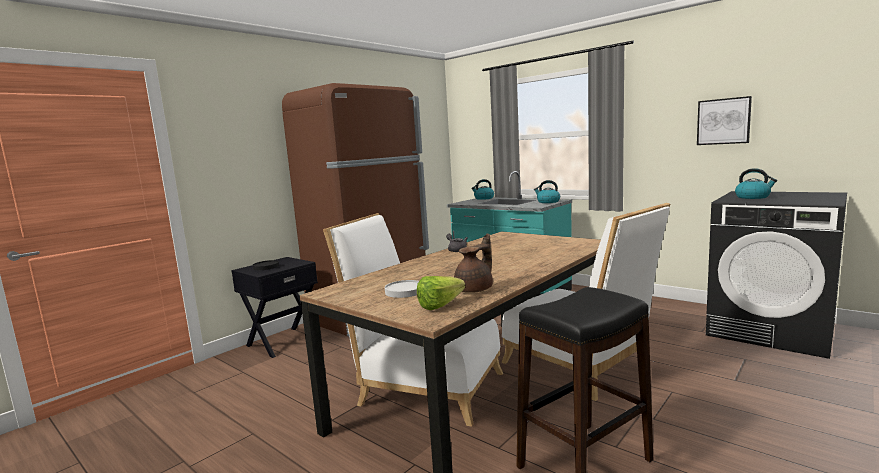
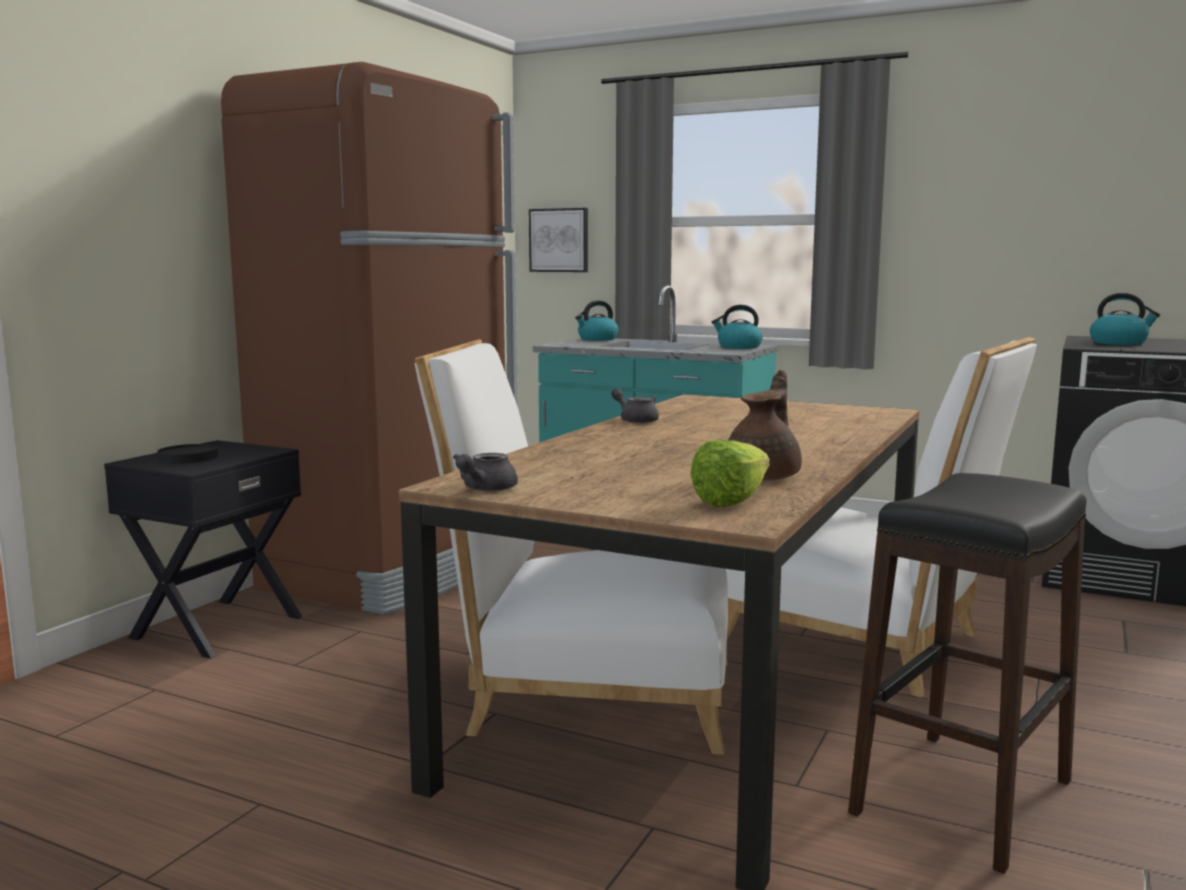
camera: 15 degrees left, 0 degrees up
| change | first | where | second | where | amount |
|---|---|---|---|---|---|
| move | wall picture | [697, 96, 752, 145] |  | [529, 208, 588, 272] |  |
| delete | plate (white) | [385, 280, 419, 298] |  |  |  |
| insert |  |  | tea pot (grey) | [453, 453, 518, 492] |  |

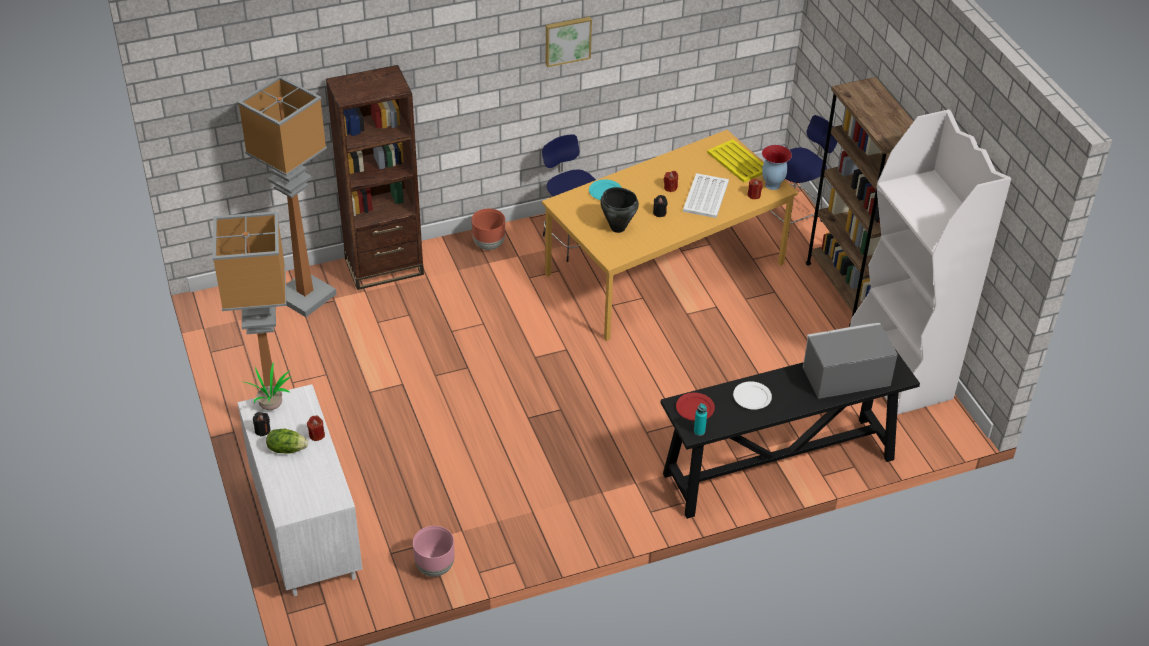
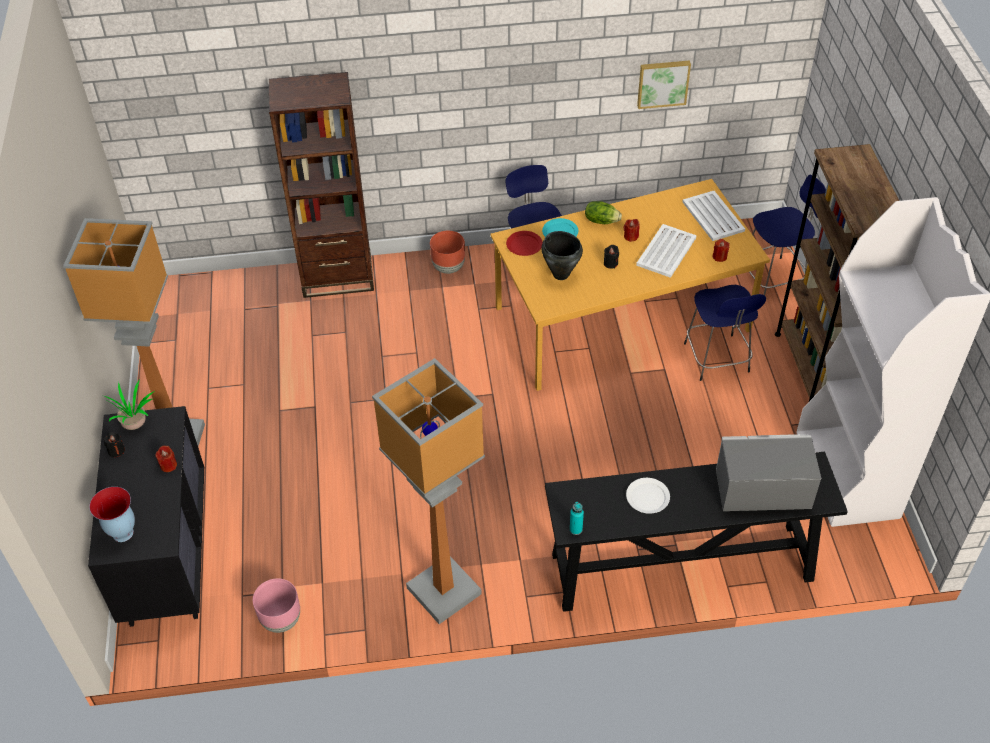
camera: 15 degrees right, 5 degrees up
| change | first | where | second | where | amount |
|---|---|---|---|---|---|
| move | wall picture | [546, 17, 592, 67] |  | [637, 60, 691, 109] |  |
| move | standard lamp | [238, 76, 336, 317] |  | [372, 358, 485, 624] |  |
| recolor | carrying tray (yellowish) | [707, 139, 764, 183] | carrying tray (white) | [683, 191, 745, 241] |  |
| move | decorative vase | [762, 145, 792, 190] |  | [89, 487, 135, 542] |  |
| recolor | drawer chest (white) | [237, 384, 363, 596] | drawer chest (black-coloured) | [88, 406, 204, 627] |  |
| move | plate (red) | [676, 392, 715, 421] |  | [506, 231, 543, 256] |  |
| move | head of lettuce | [266, 429, 308, 454] |  | [585, 201, 622, 224] |  |
| insert |  |  | sitting stool (blue-coloured) | [684, 285, 766, 381] |  |

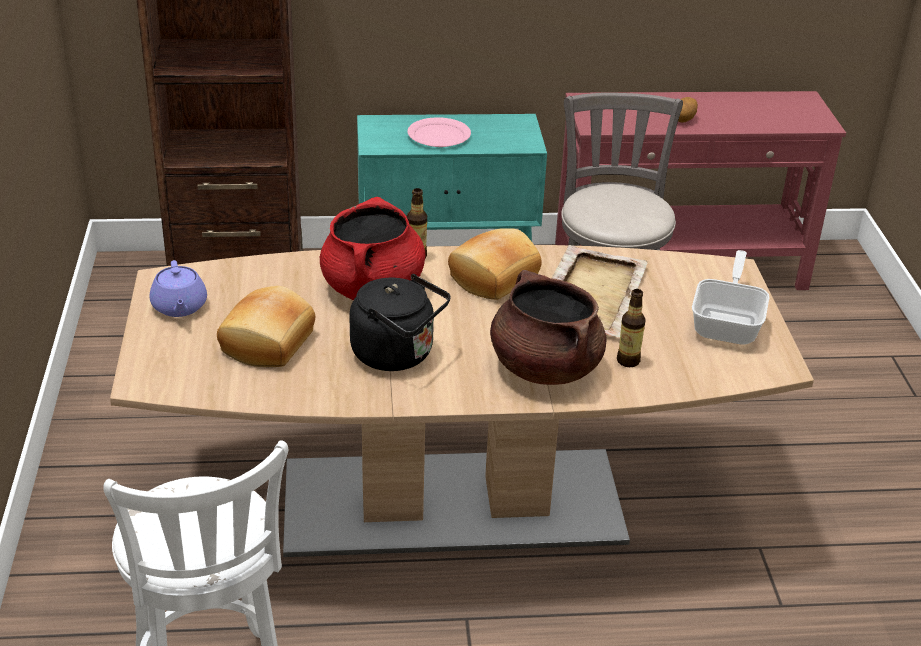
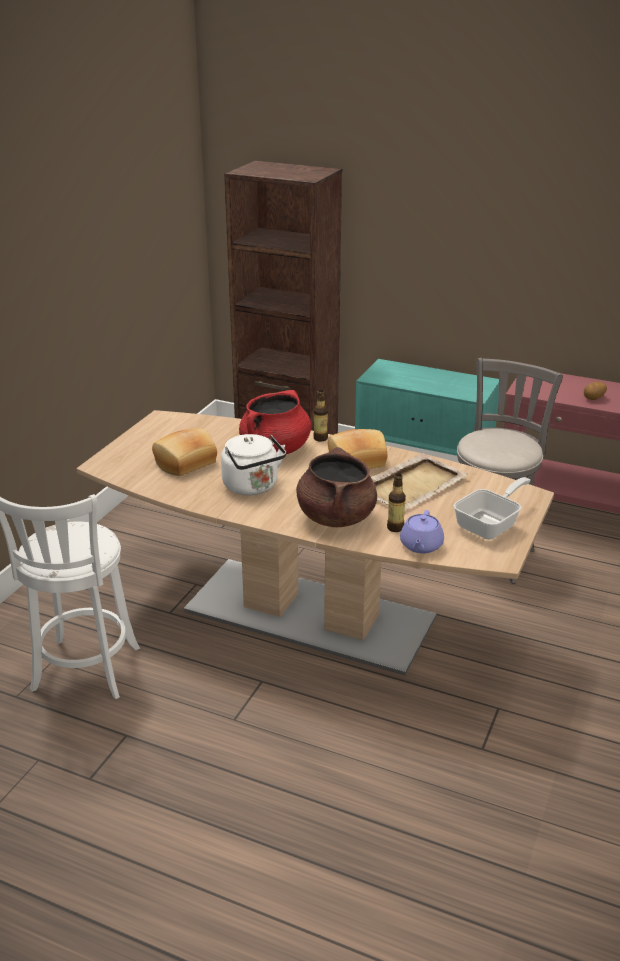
camera: 30 degrees right, 5 degrees down
| change | first | where | second | where | amount |
|---|---|---|---|---|---|
| delete | plate (pinkish) | [407, 117, 471, 147] |  |  |  |
| move | tea pot (purple) | [150, 260, 207, 317] |  | [400, 510, 444, 553] |  |
| recolor | water kettle (black-coloured) | [349, 274, 450, 371] | water kettle (white) | [221, 434, 286, 495] |  |

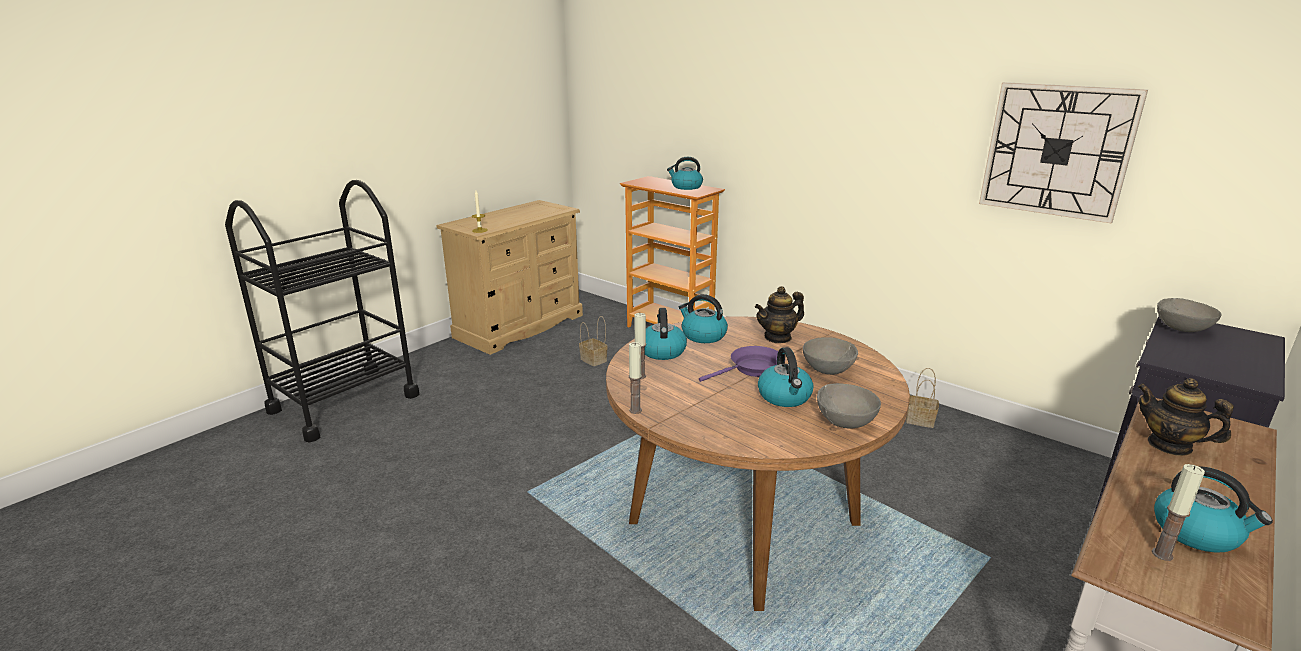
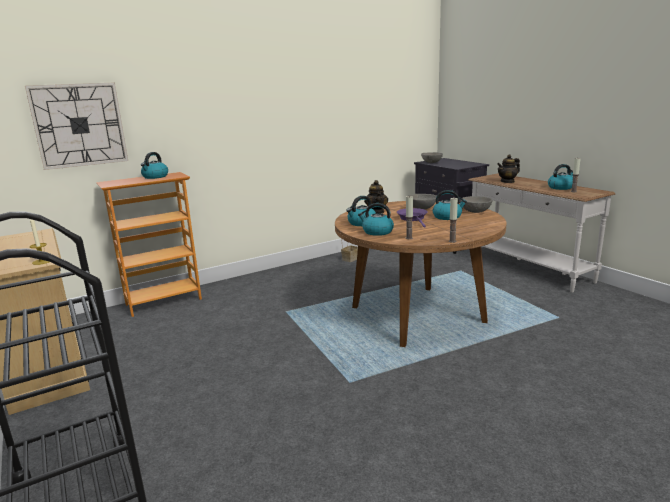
camera: 70 degrees left, 5 degrees down
| change | first | where | second | where | amount |
|---|---|---|---|---|---|
| move | wall clock | [979, 82, 1148, 224] |  | [25, 82, 128, 170] |  |
| delete | household basket | [579, 316, 608, 366] |  |  |  |

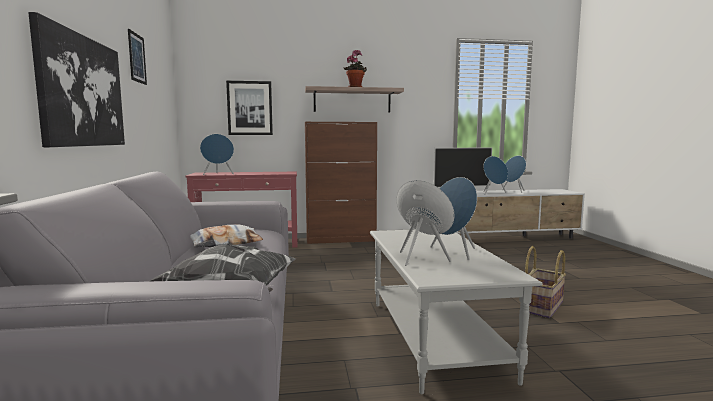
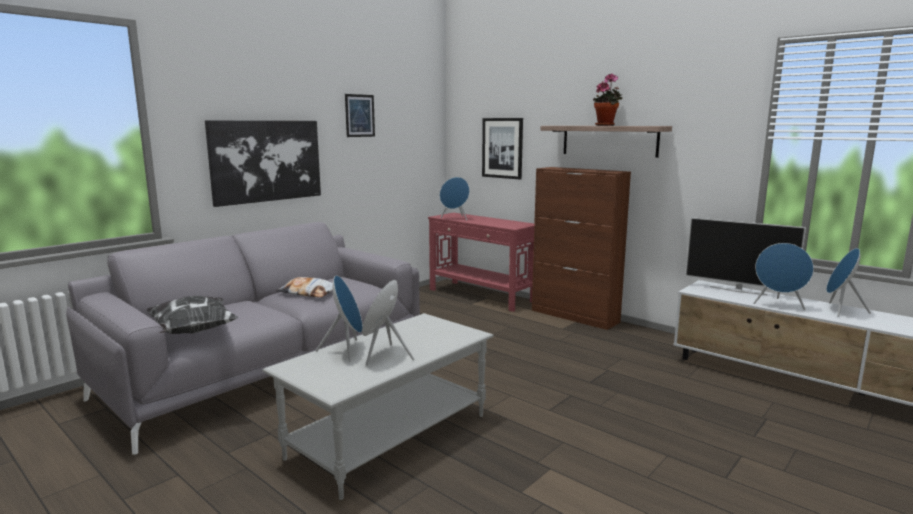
camera: 50 degrees right, 5 degrees up
| change | first | where | second | where | amount |
|---|---|---|---|---|---|
| delete | household basket | [525, 246, 566, 318] |  |  |  |

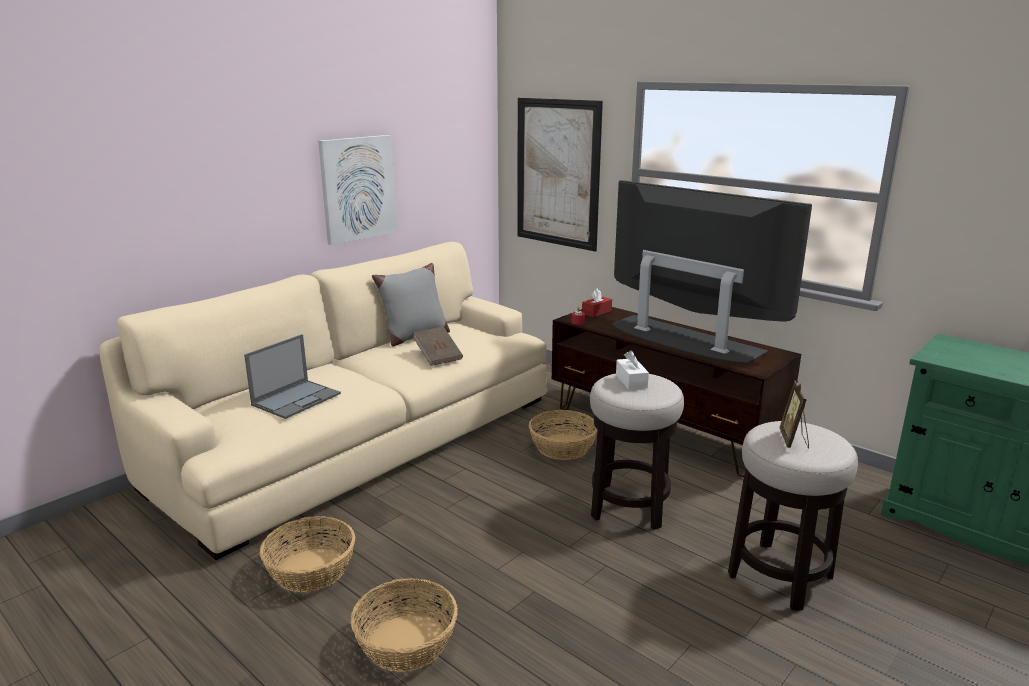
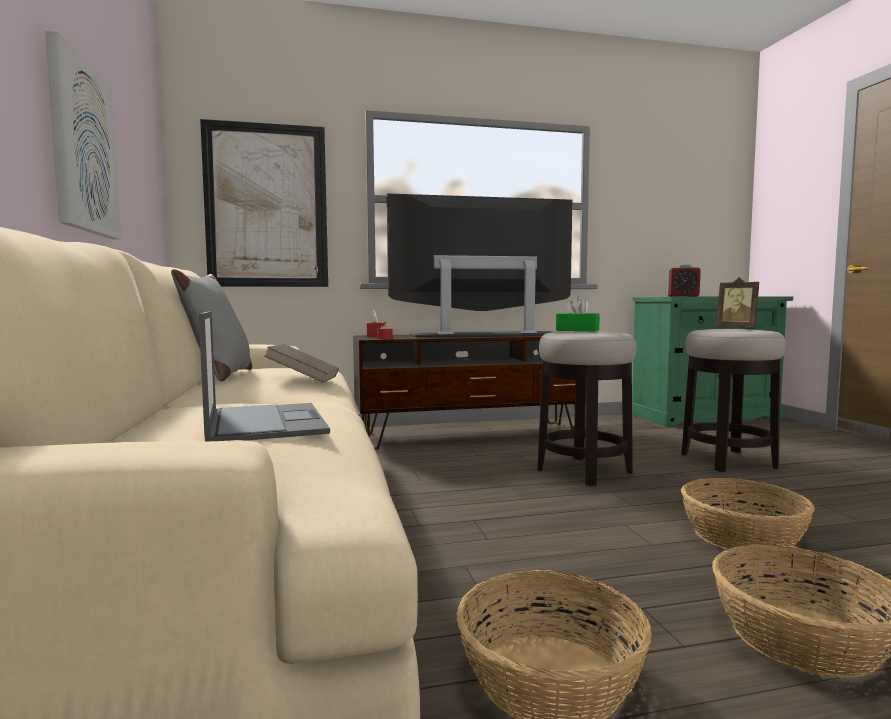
camera: 55 degrees left, 15 degrees down
| change | first | where | second | where | amount |
|---|---|---|---|---|---|
| recolor | tissue box (white) | [616, 351, 649, 390] | tissue box (greenish) | [556, 297, 600, 331] |  |
| move | household basket | [529, 410, 598, 460] |  | [681, 478, 815, 555] |  |
| insert |  |  | table clock | [667, 264, 701, 297] |  |

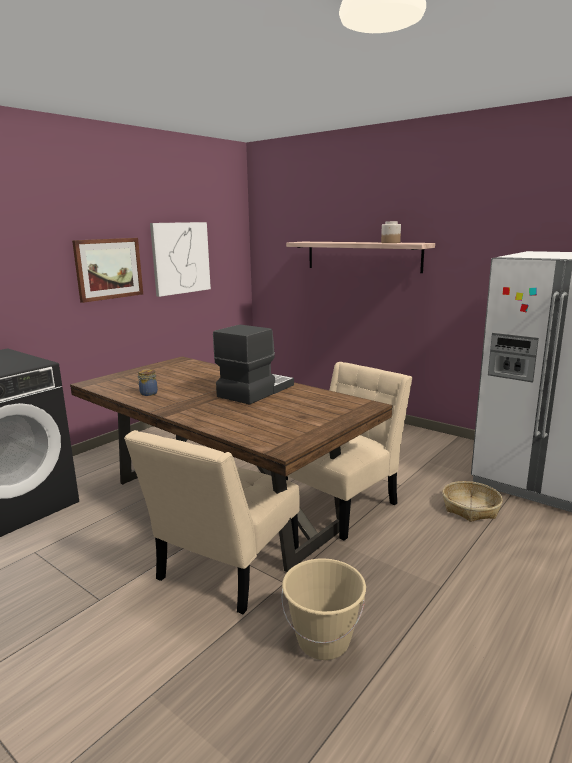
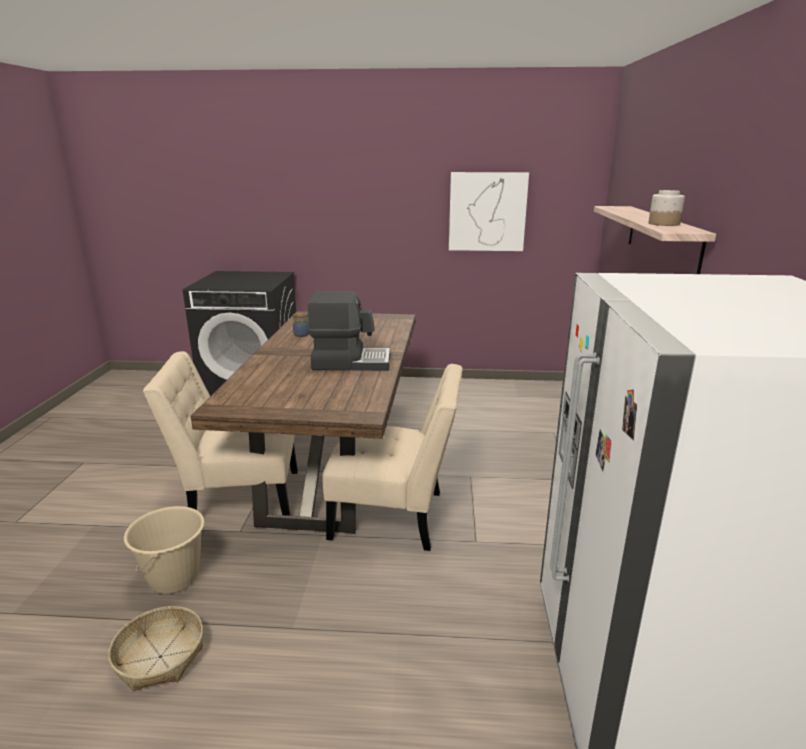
camera: 55 degrees right, 5 degrees up
| change | first | where | second | where | amount |
|---|---|---|---|---|---|
| delete | wall picture | [72, 238, 143, 303] |  |  |  |
| move | household basket | [443, 481, 503, 522] |  | [108, 606, 203, 691] |  |

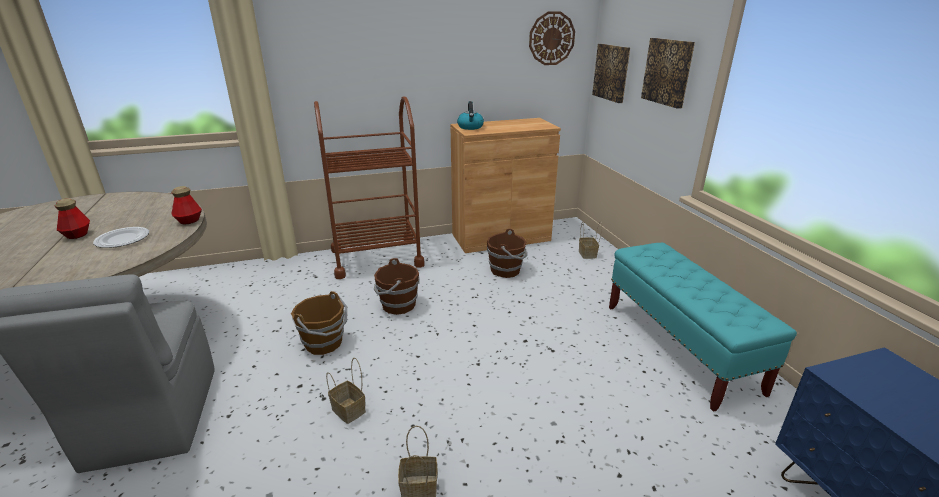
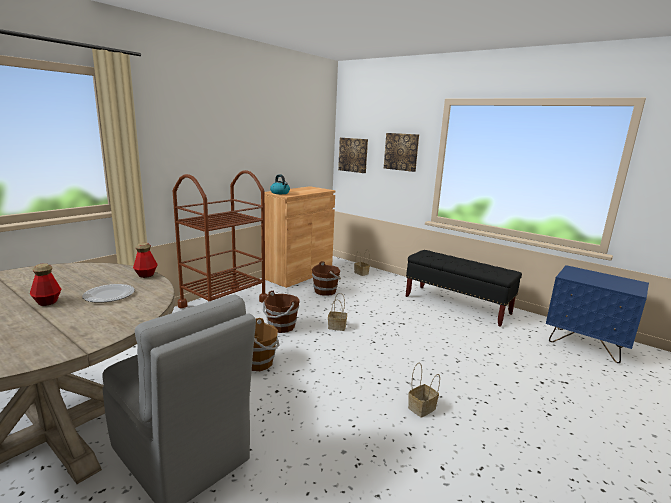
camera: 35 degrees left, 10 degrees down
| change | first | where | second | where | amount |
|---|---|---|---|---|---|
| delete | wall clock | [529, 11, 575, 65] |  |  |  |
| recolor | bench (turquoise) | [609, 243, 797, 412] | bench (black-coloured) | [406, 250, 522, 327] |  |
| move | household basket | [326, 358, 366, 424] |  | [328, 293, 347, 331] |  |

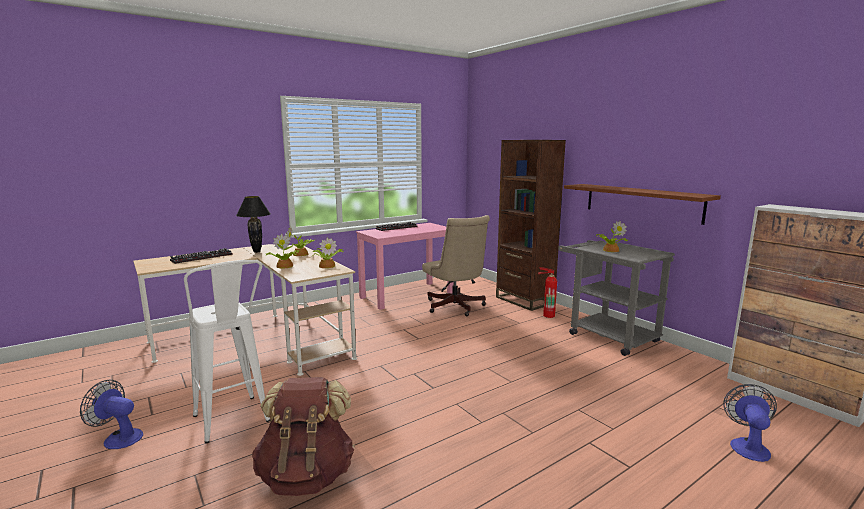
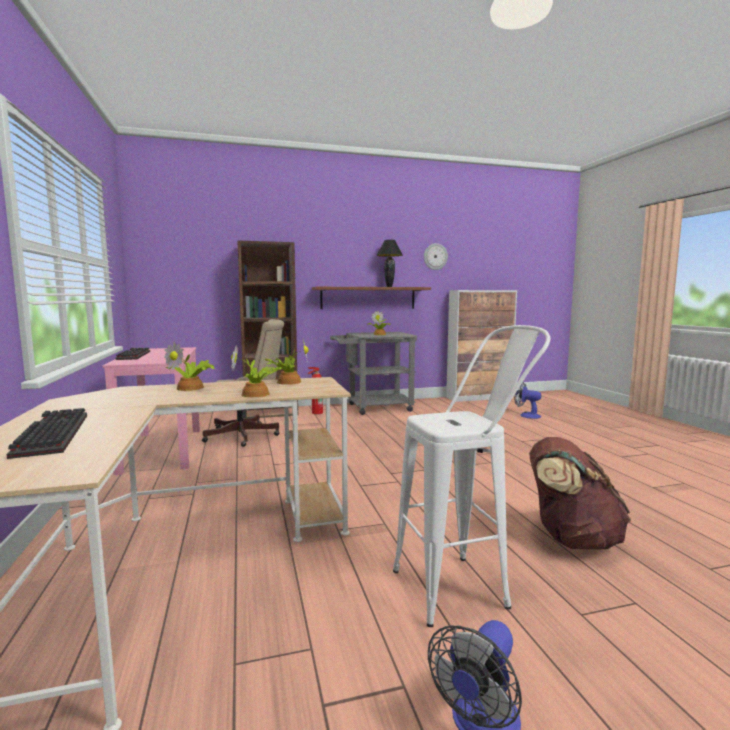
camera: 70 degrees left, 5 degrees down
| change | first | where | second | where | amount |
|---|---|---|---|---|---|
| move | tabletop lamp (black-coloured) | [236, 196, 271, 253] |  | [377, 240, 403, 287] |  |
| insert |  |  | wall clock | [424, 243, 448, 270] |  |

